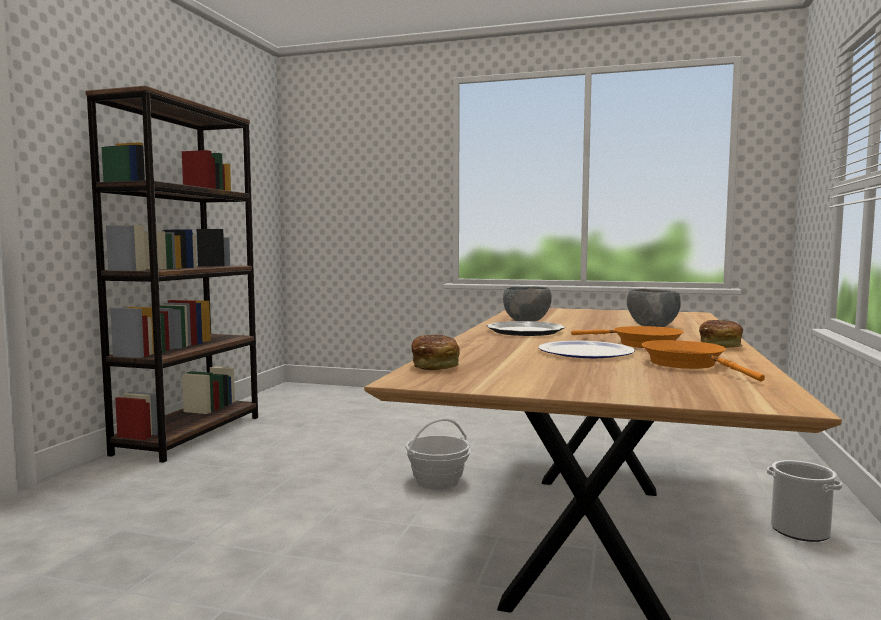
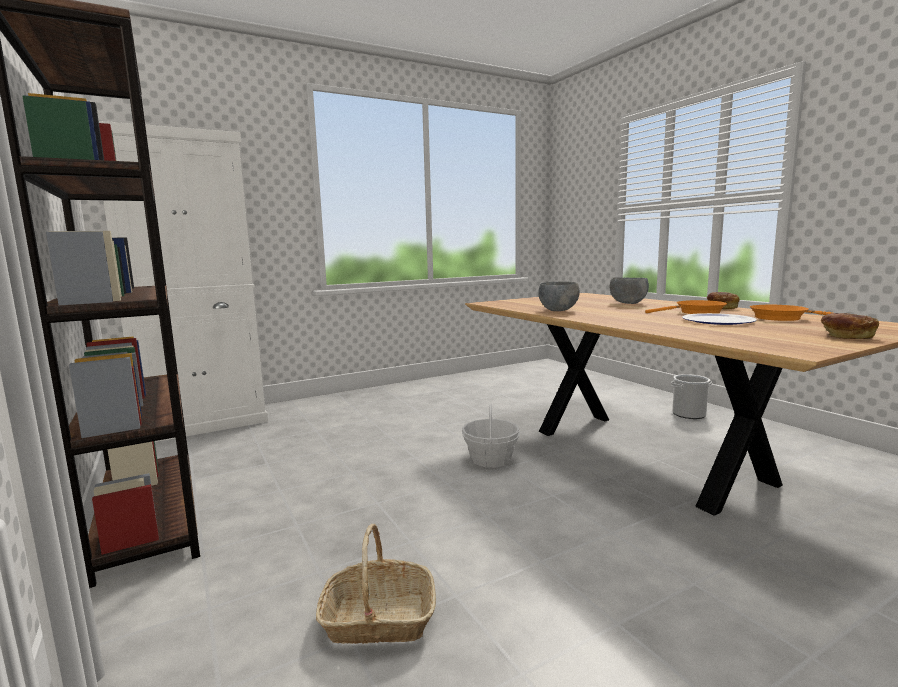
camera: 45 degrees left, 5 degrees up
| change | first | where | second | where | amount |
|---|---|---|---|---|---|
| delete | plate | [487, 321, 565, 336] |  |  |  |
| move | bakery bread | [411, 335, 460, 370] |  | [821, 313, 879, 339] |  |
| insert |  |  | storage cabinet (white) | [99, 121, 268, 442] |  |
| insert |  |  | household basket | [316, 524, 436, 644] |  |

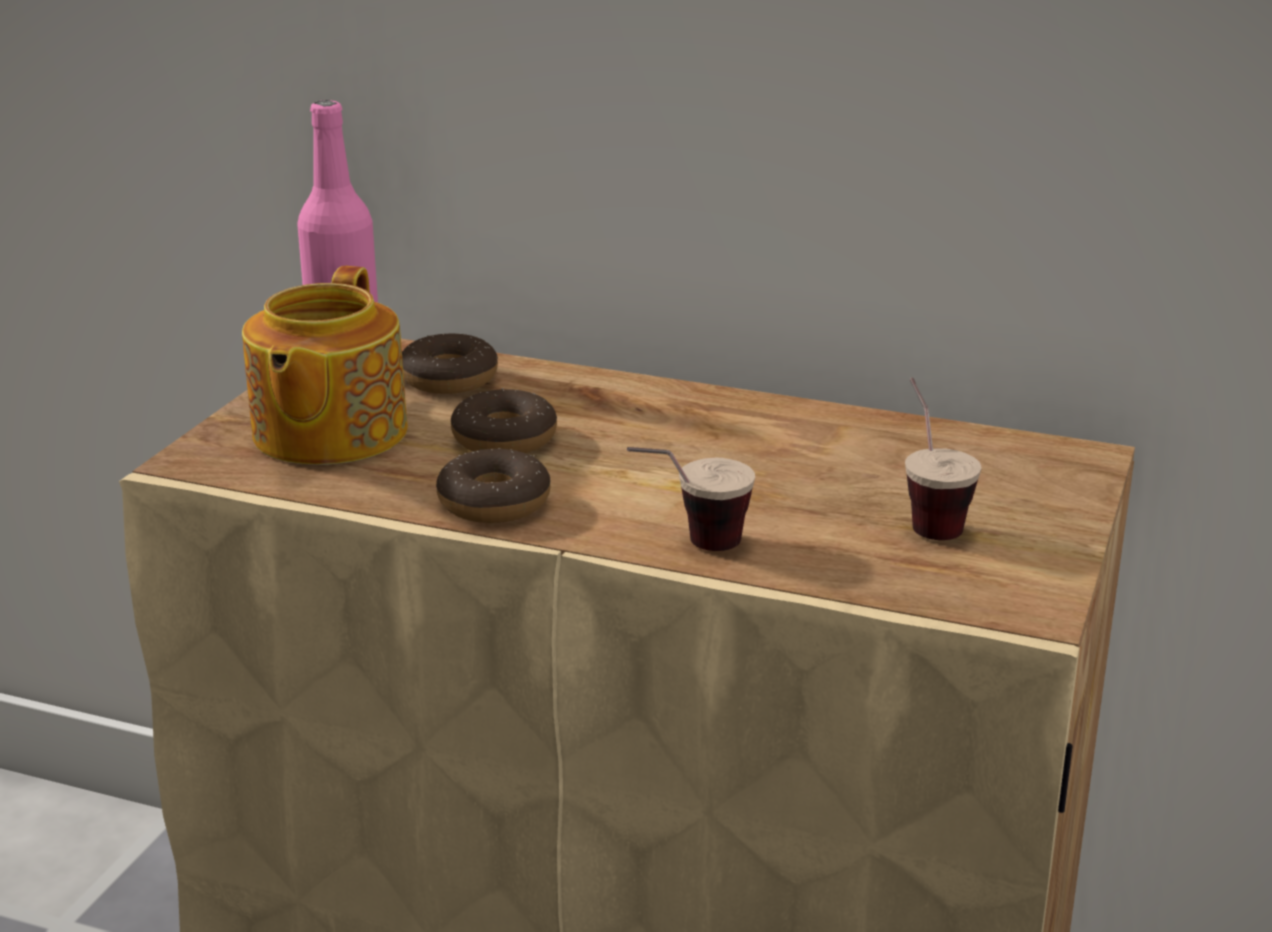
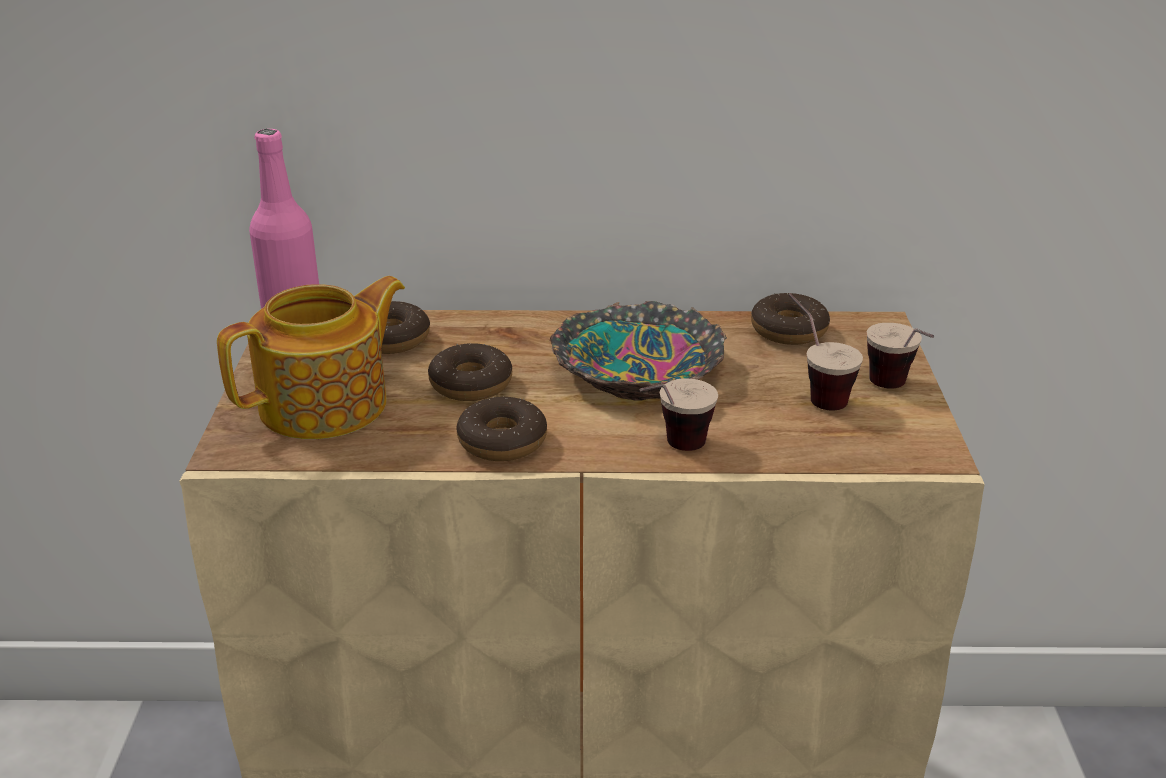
camera: 20 degrees left, 5 degrees up
| change | first | where | second | where | amount |
|---|---|---|---|---|---|
| rotate | tea pot | [242, 266, 408, 465] |  | [217, 276, 405, 439] | 120 degrees counterclockwise |
| insert |  |  | doughnut | [751, 293, 830, 345] |  |
| insert |  |  | bowl | [550, 301, 727, 401] |  |
| insert |  |  | small cup | [867, 323, 934, 389] |  |

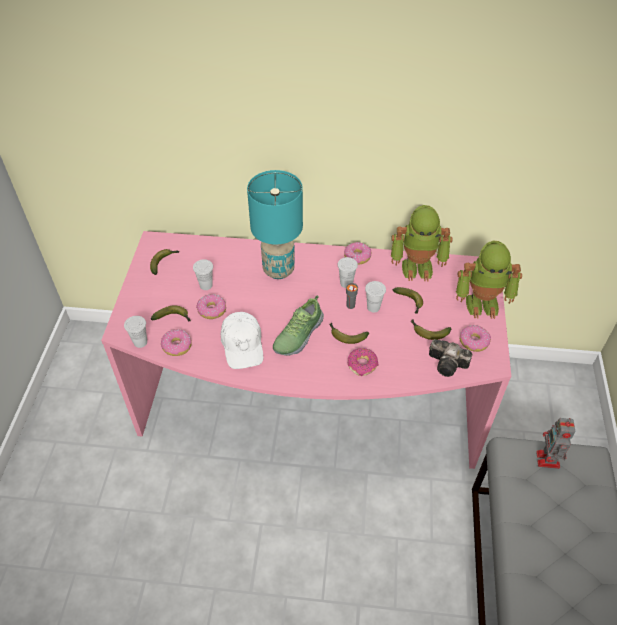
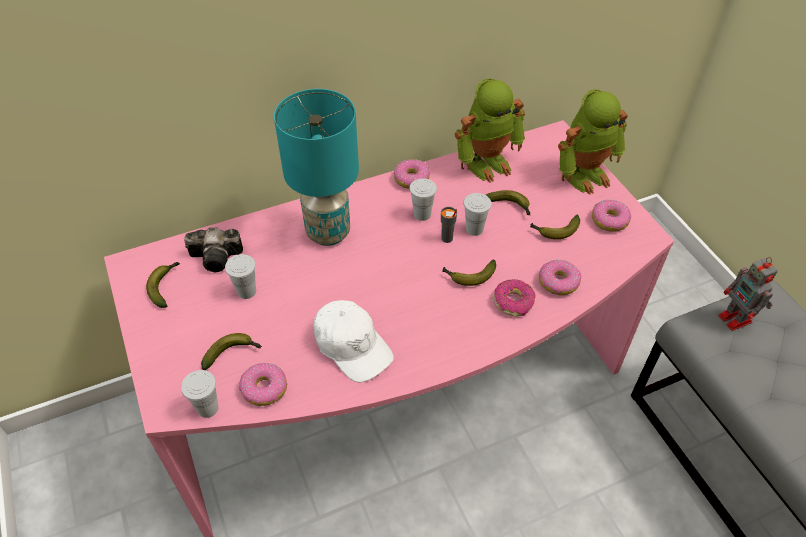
camera: 30 degrees left, 0 degrees up
| change | first | where | second | where | amount |
|---|---|---|---|---|---|
| move | doughnut | [196, 294, 226, 319] |  | [539, 260, 581, 295] |  |
| delete | item of footwear | [273, 295, 324, 356] |  |  |  |
| move | photo camera | [429, 339, 472, 377] |  | [184, 227, 243, 272] |  |

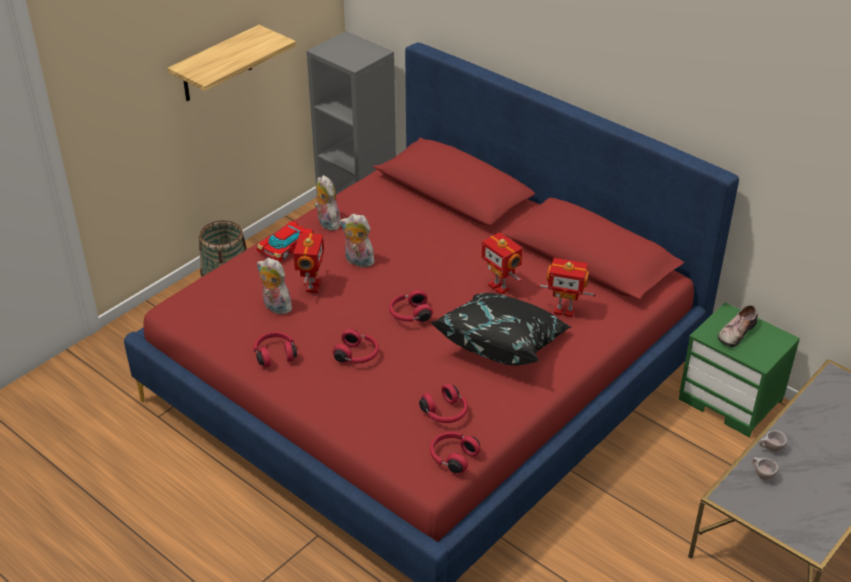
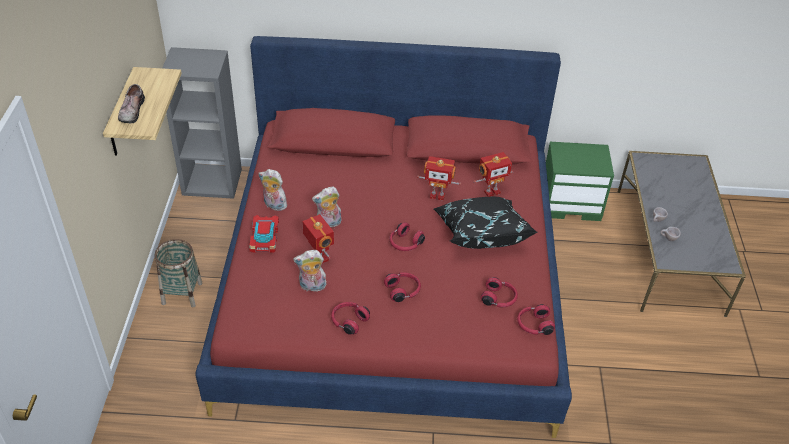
camera: 40 degrees left, 5 degrees up
| change | first | where | second | where | amount |
|---|---|---|---|---|---|
| move | item of footwear | [718, 305, 758, 347] |  | [118, 84, 145, 123] |  |

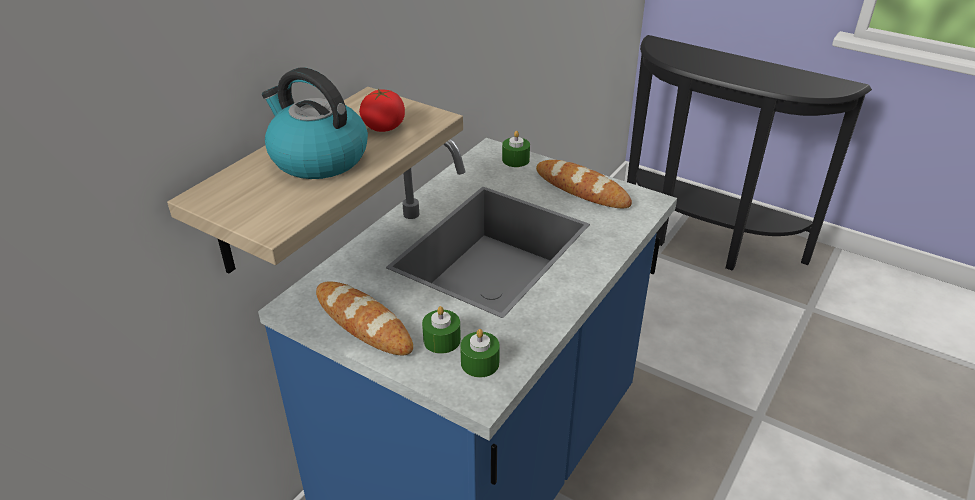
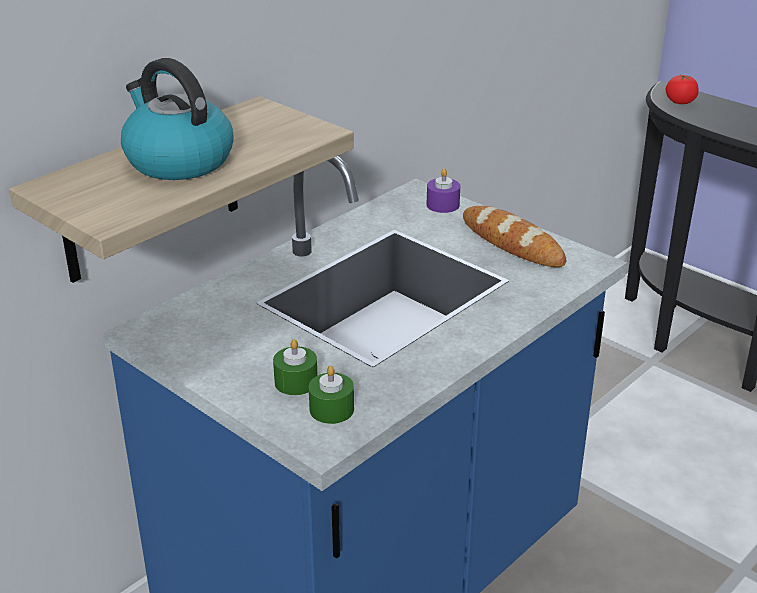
camera: 10 degrees right, 5 degrees down
| change | first | where | second | where | amount |
|---|---|---|---|---|---|
| move | whole tomato | [359, 89, 405, 132] |  | [666, 75, 699, 104] |  |
| recolor | wax light (greenish) | [502, 131, 530, 167] | wax light (purple) | [427, 169, 460, 213] |  |
| delete | bakery bread | [316, 281, 413, 355] |  |  |  |

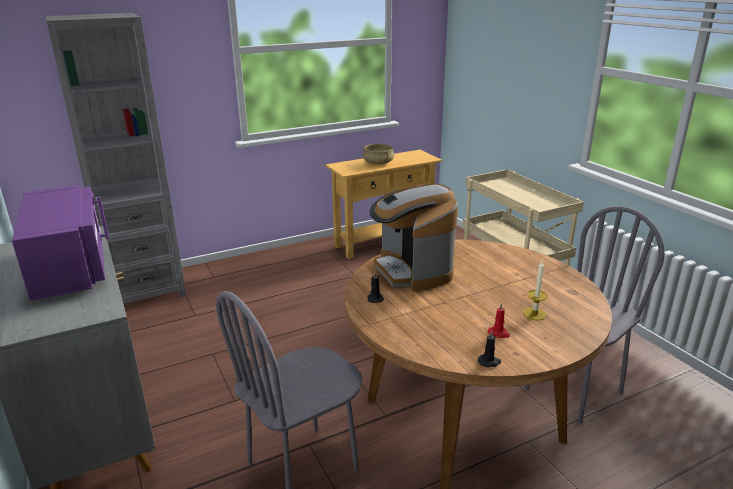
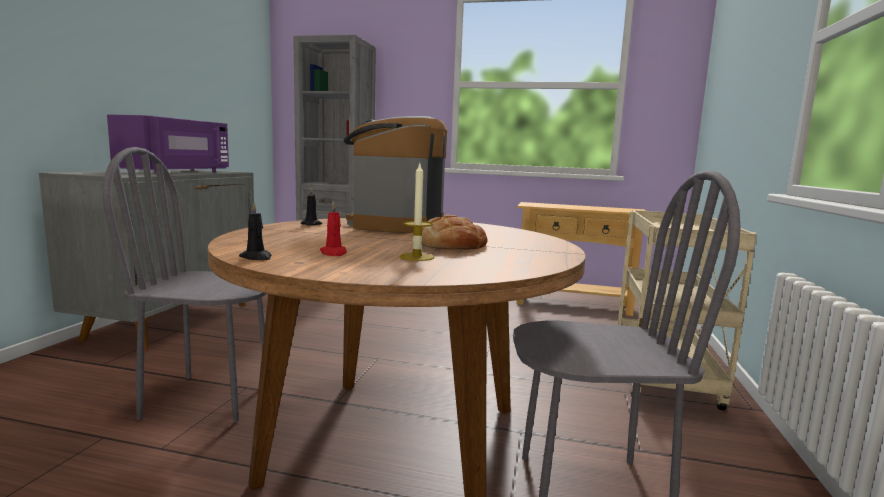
camera: 40 degrees right, 15 degrees down
| change | first | where | second | where | amount |
|---|---|---|---|---|---|
| delete | stockpot (beige-coloured) | [363, 144, 394, 165] |  |  |  |
| insert |  |  | bakery bread | [422, 215, 488, 250] |  |

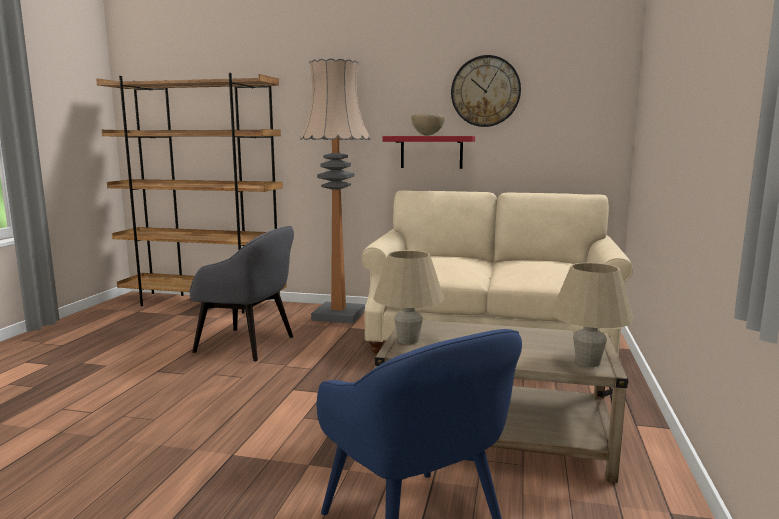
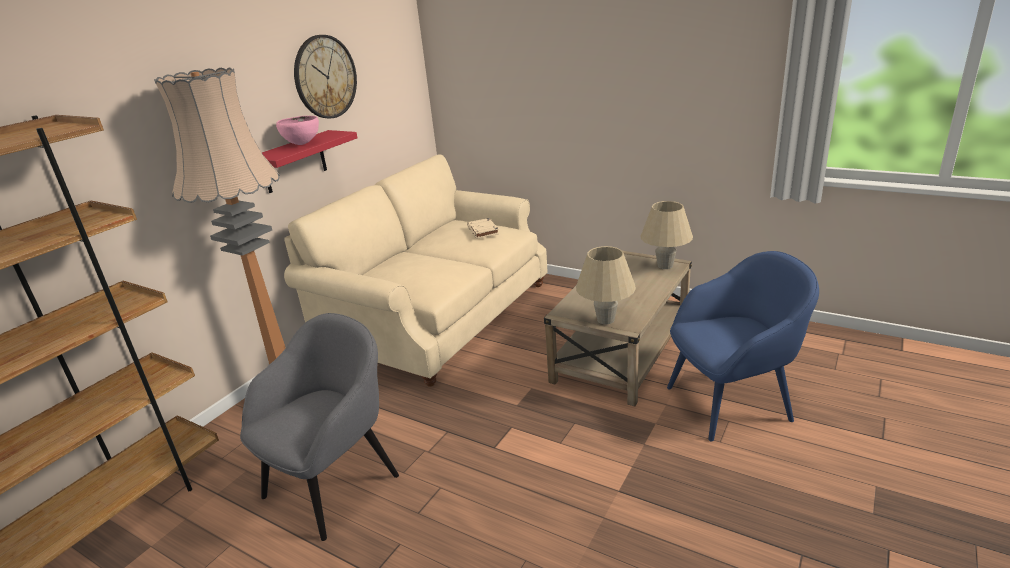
camera: 70 degrees left, 15 degrees up
| change | first | where | second | where | amount |
|---|---|---|---|---|---|
| recolor | bowl (brown) | [411, 114, 445, 136] | bowl (pinkish) | [276, 116, 319, 145] |  |
| insert |  |  | volume (beige-coloured) | [467, 218, 499, 239] |  |

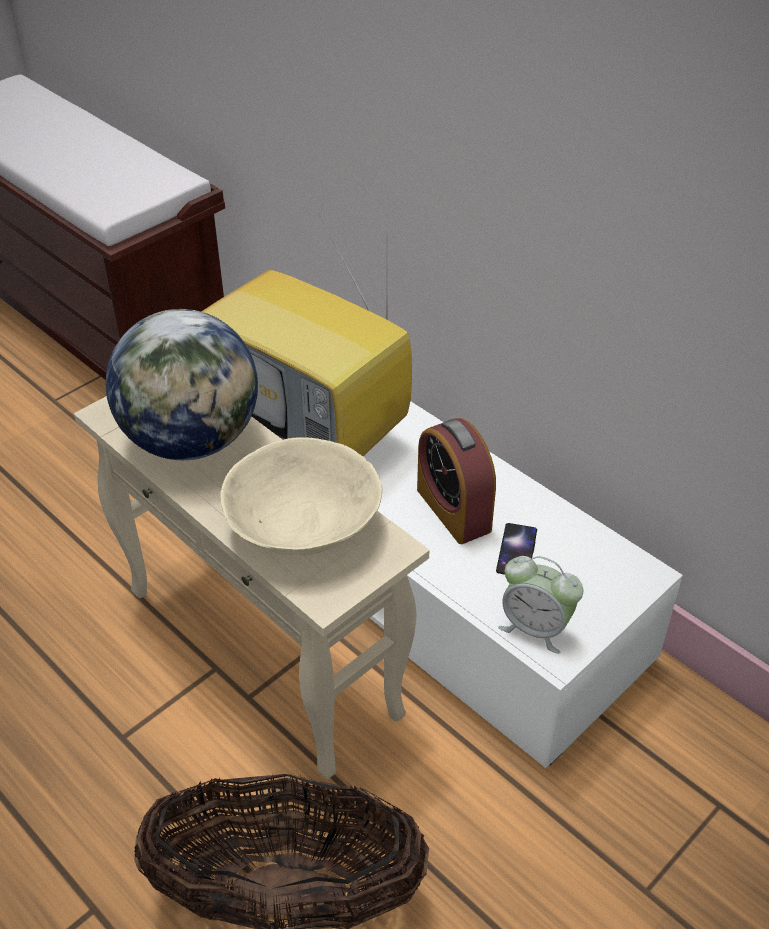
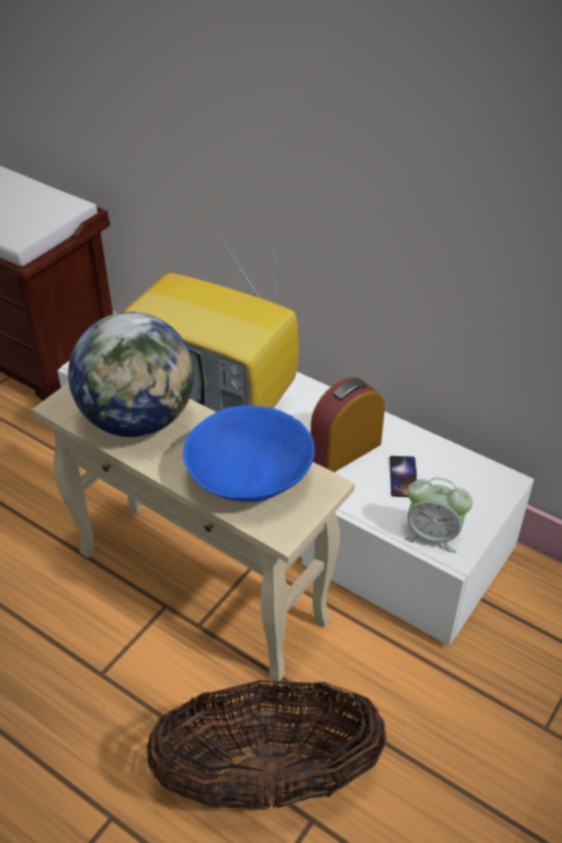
camera: 10 degrees left, 0 degrees up
| change | first | where | second | where | amount |
|---|---|---|---|---|---|
| rotate | table clock | [417, 418, 496, 544] |  | [311, 377, 385, 472] | 90 degrees clockwise |
| recolor | bowl (beige-coloured) | [221, 437, 383, 556] | bowl (blue-coloured) | [183, 405, 315, 502] |  |

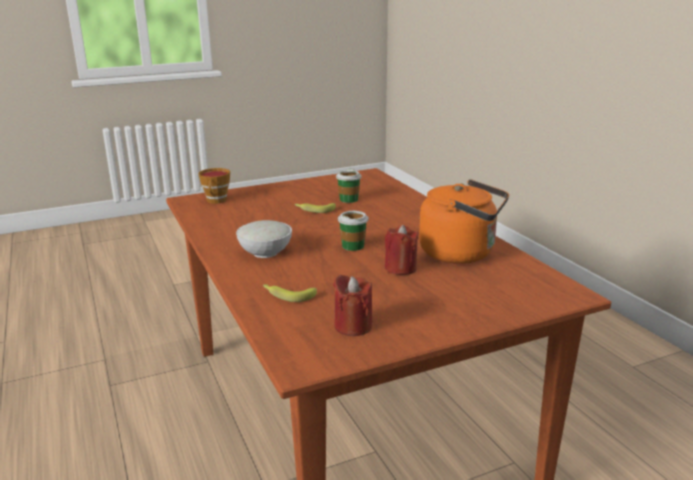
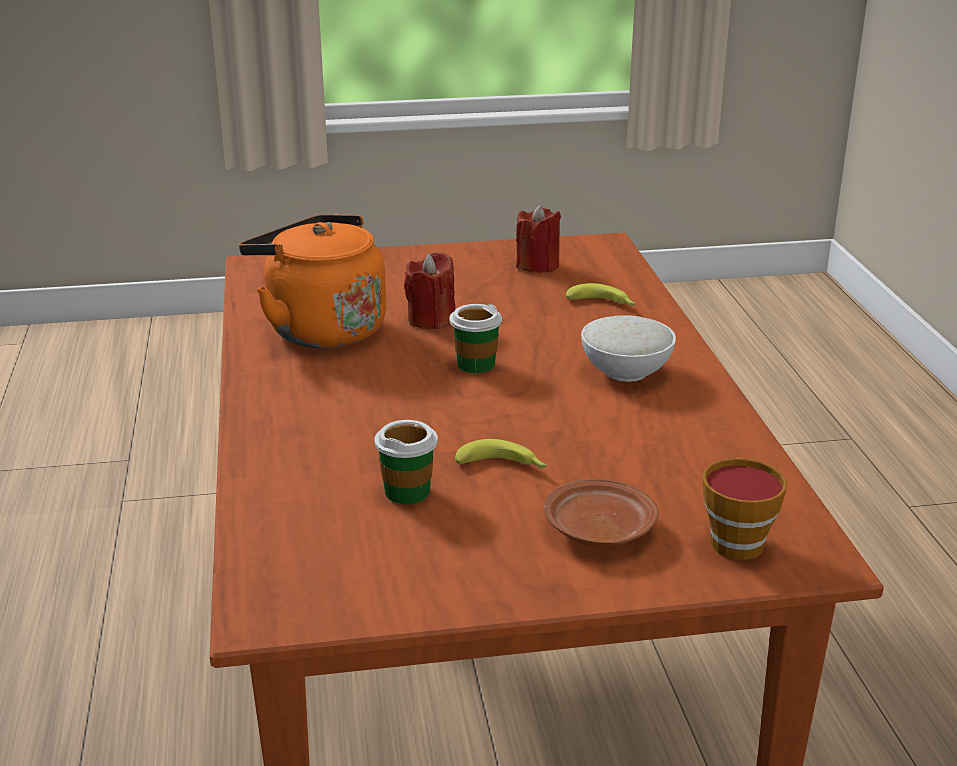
camera: 165 degrees left, 5 degrees up
| change | first | where | second | where | amount |
|---|---|---|---|---|---|
| insert |  |  | plate (brown) | [544, 479, 659, 547] |  |

